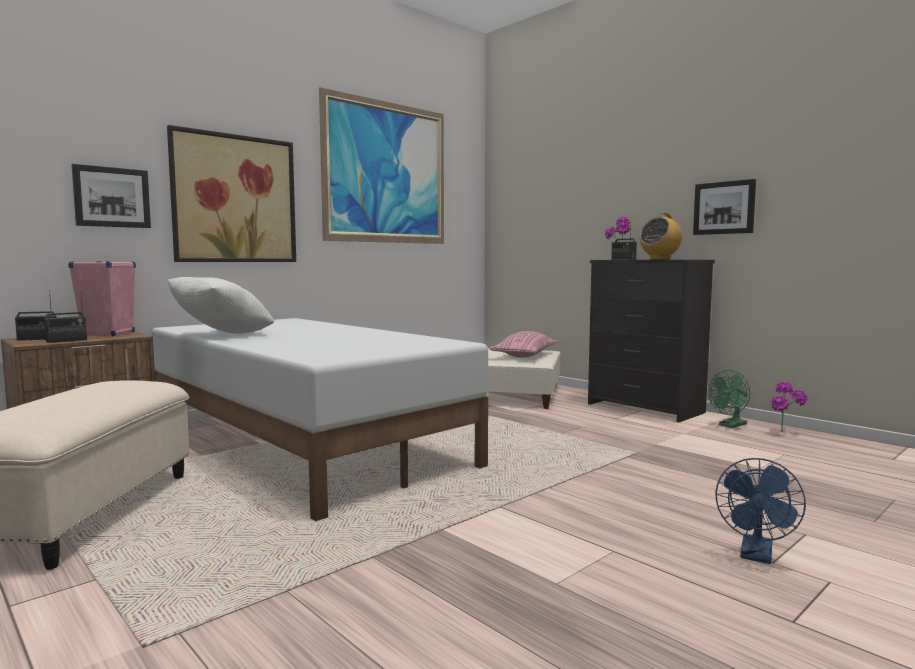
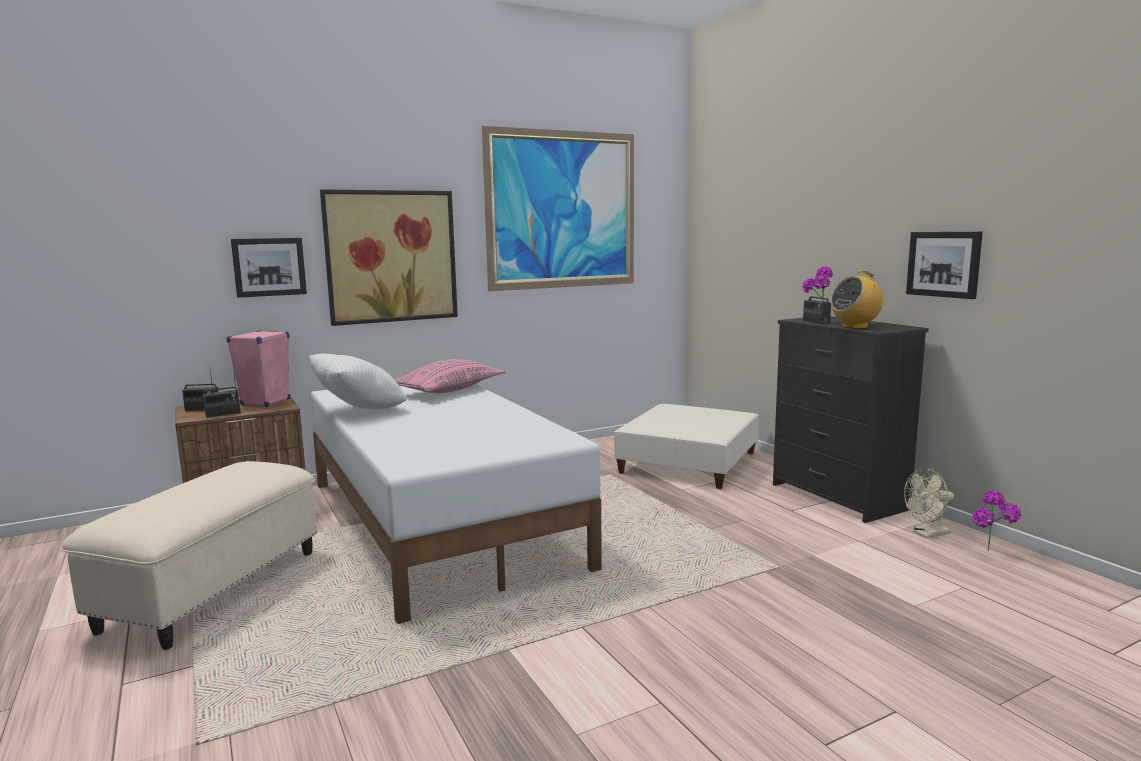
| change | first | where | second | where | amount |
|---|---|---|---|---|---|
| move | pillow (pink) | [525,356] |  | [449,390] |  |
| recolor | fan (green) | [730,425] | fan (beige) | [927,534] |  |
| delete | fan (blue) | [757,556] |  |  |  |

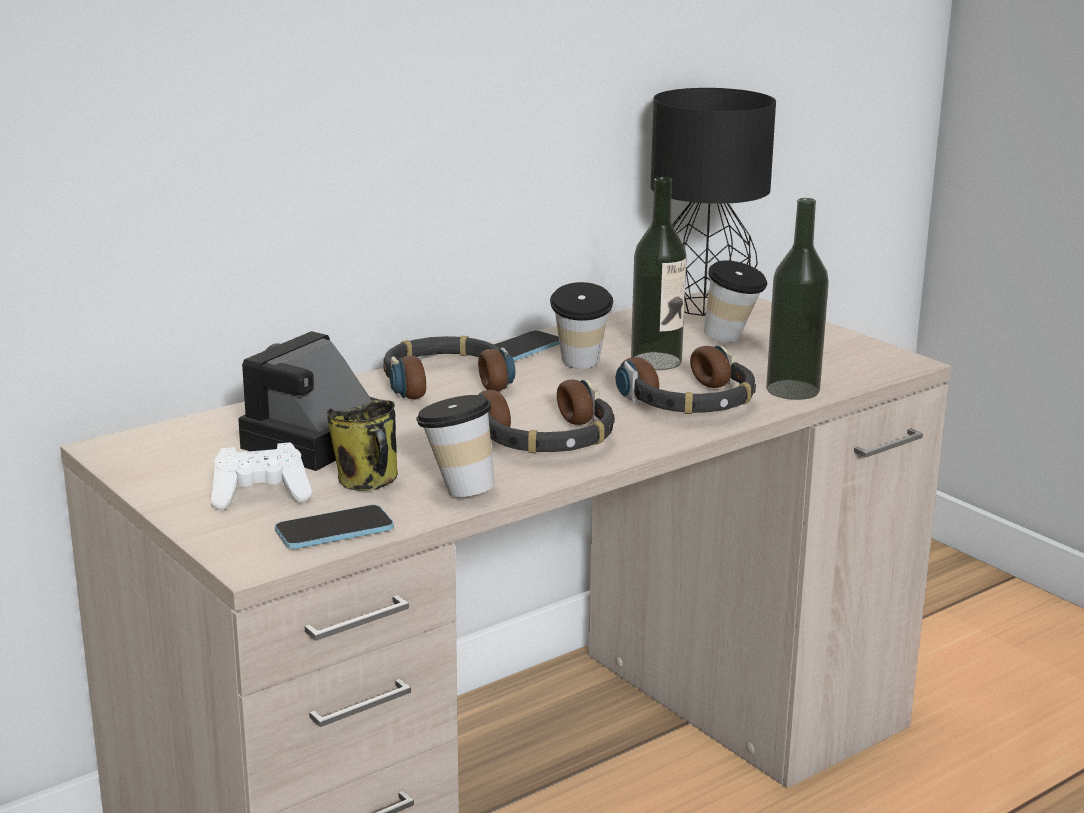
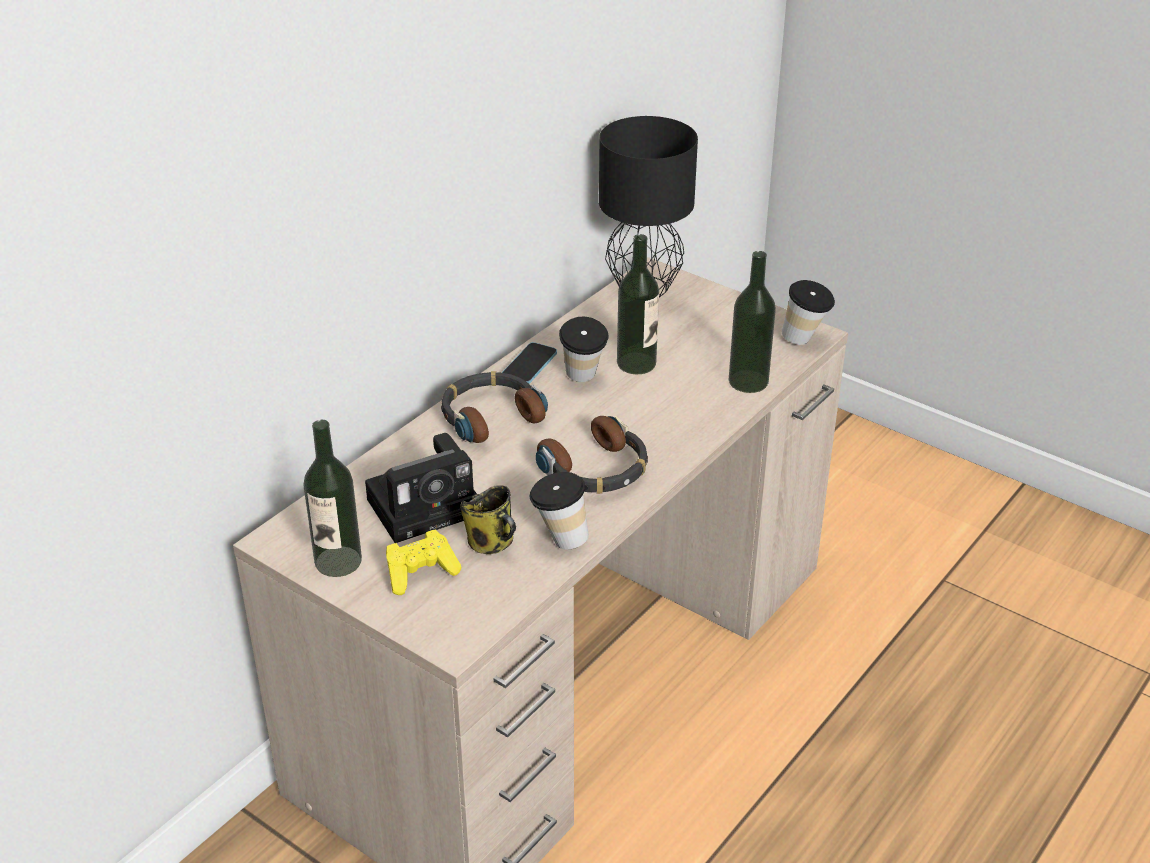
| change | first | where | second | where | amount |
|---|---|---|---|---|---|
| insert |  |  | bottle | [338,561] |  |
| rotate | photo camera | [313,442] |  | [427,505] | 135 degrees counterclockwise |
| recolor | game controller (white) | [261,496] | game controller (yellow) | [420,573] |  |
| move | cup | [732,340] |  | [805,340] |  |
| delete | phone | [334,530] |  |  |  |
| delete | headphones | [690,401] |  |  |  |

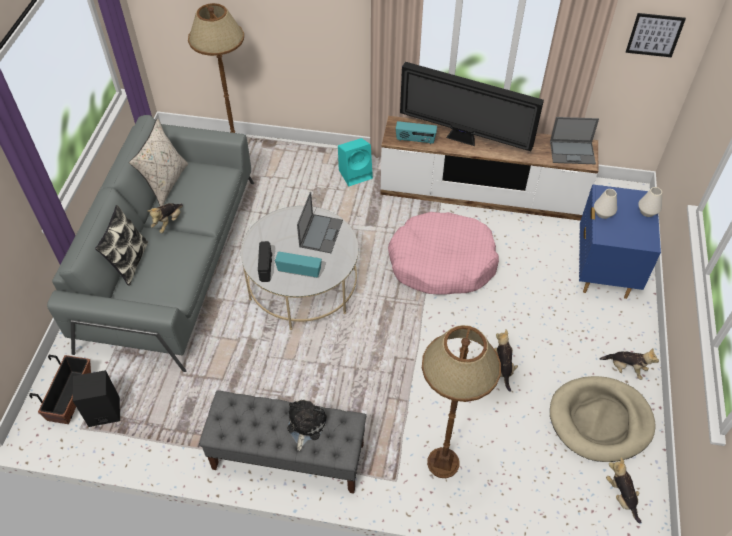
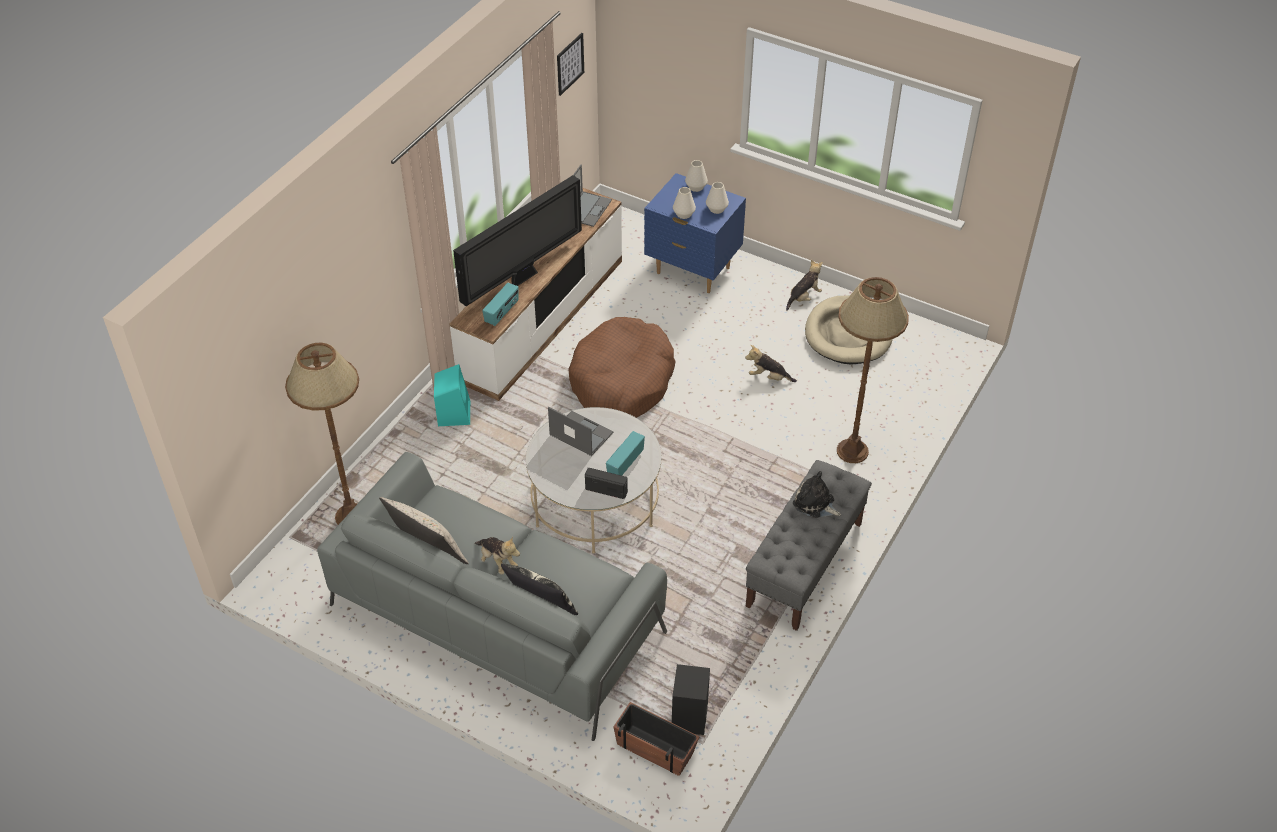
| change | first | where | second | where | amount |
|---|---|---|---|---|---|
| recolor | dog bed (pink) | [441,263] | dog bed (brown) | [622,381] |  |
| insert |  |  | vase (white) | [716,209] |  |
| delete | plush toy | [621,496] |  |  |  |

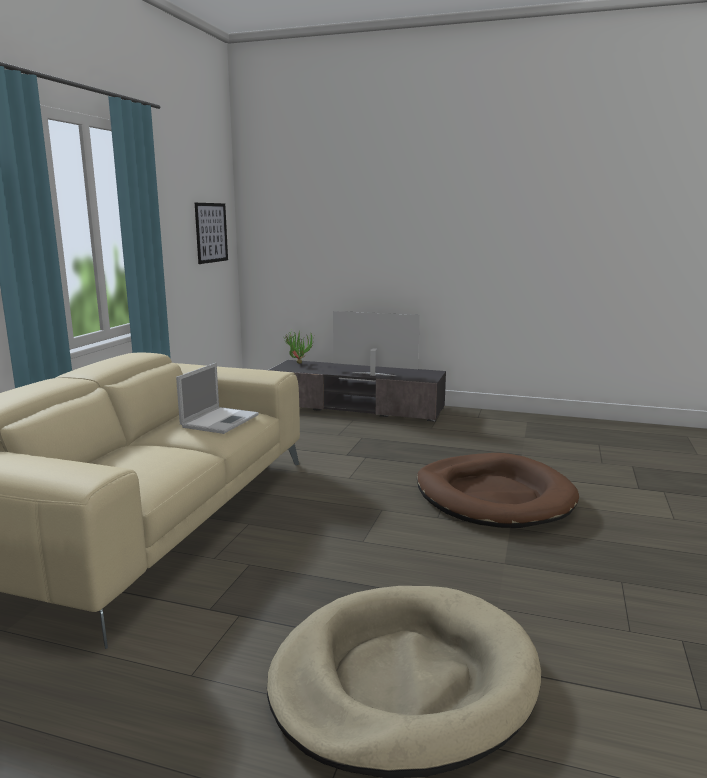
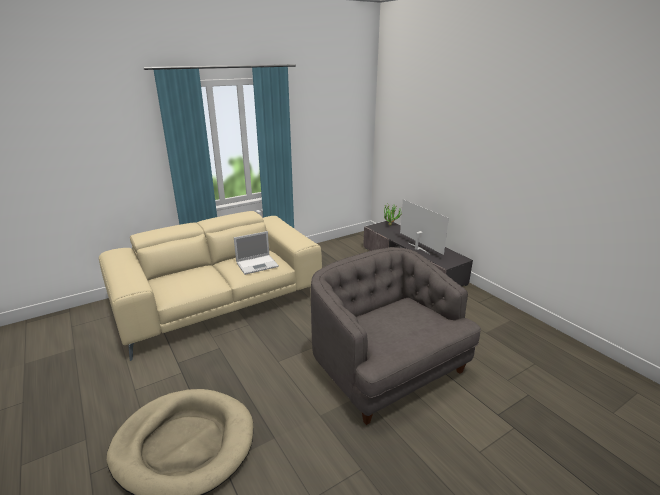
| change | first | where | second | where | amount |
|---|---|---|---|---|---|
| replace | dog bed (brown) | [493,496] | armchair (grey) | [386,368] |  |
| delete | picture | [211,232] |  |  |  |

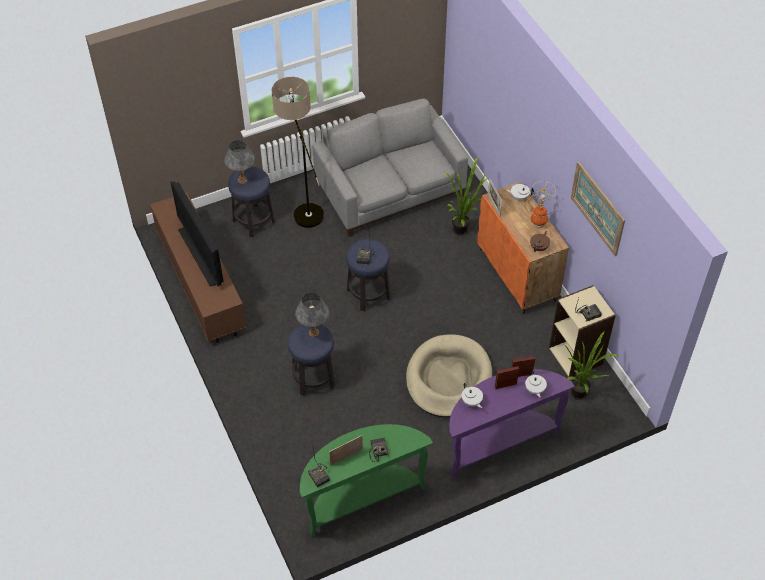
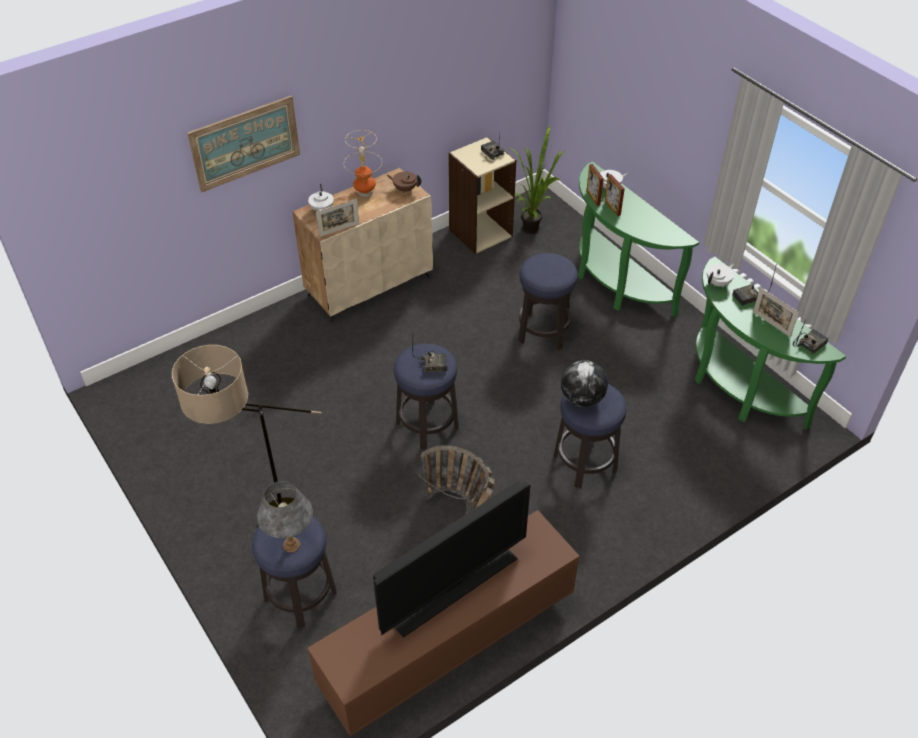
| change | first | where | second | where | amount |
|---|---|---|---|---|---|
| move | picture | [597,208] |  | [245,143] |  |
| recolor | cabinet (orange) | [517,275] | cabinet (beige) | [369,286] |  |
| insert |  |  | basket | [461,510] |  |
| replace | dog bed (beige) | [448,378] | stool | [543,331] |  |
| replace | table lamp (grey) | [313,332] | globe | [582,399] |  |
| recolor | console table (purple) | [499,442] | console table (green) | [615,283] |  |
| move | teapot (white) | [471,402] |  | [718,283] |  |
| delete | sofa (grey) | [390,189] |  |  |  |
| delete | potted plant | [463,228] |  |  |  |

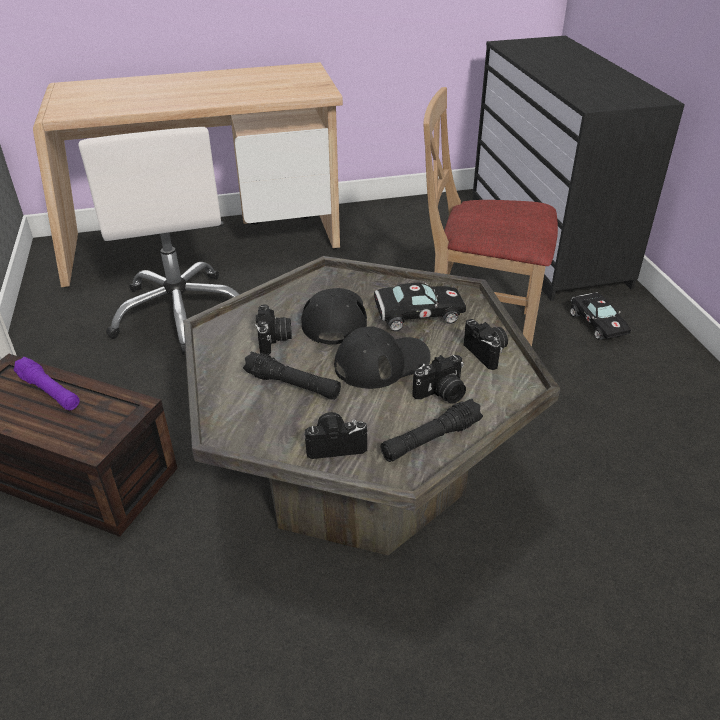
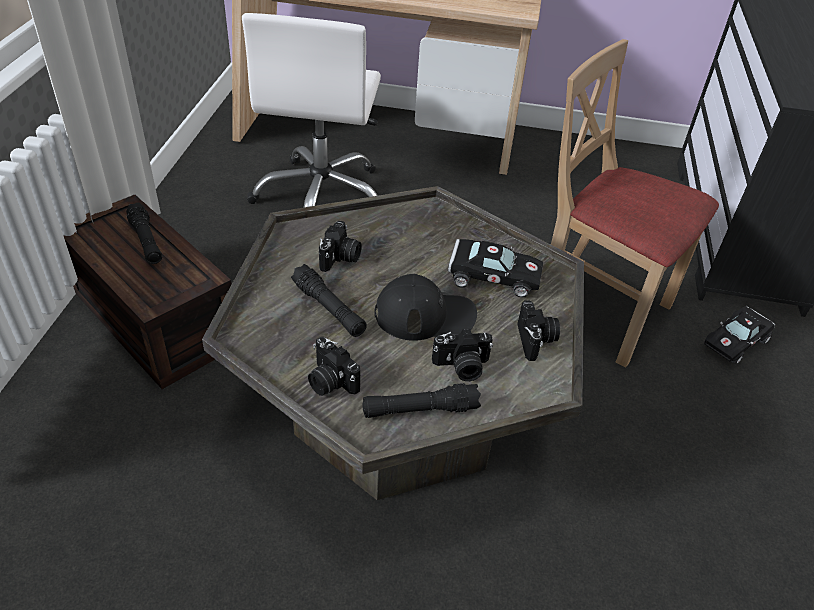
| change | first | where | second | where | amount |
|---|---|---|---|---|---|
| recolor | flashlight (purple) | [49,391] | flashlight (black) | [146,241] |  |
| rotate | photo camera | [335,444] |  | [330,381] | 150 degrees counterclockwise |
| rotate | toy car (black) | [596,323] |  | [736,341] | 45 degrees clockwise |
| delete | cap (black) | [335,318] |  |  |  |

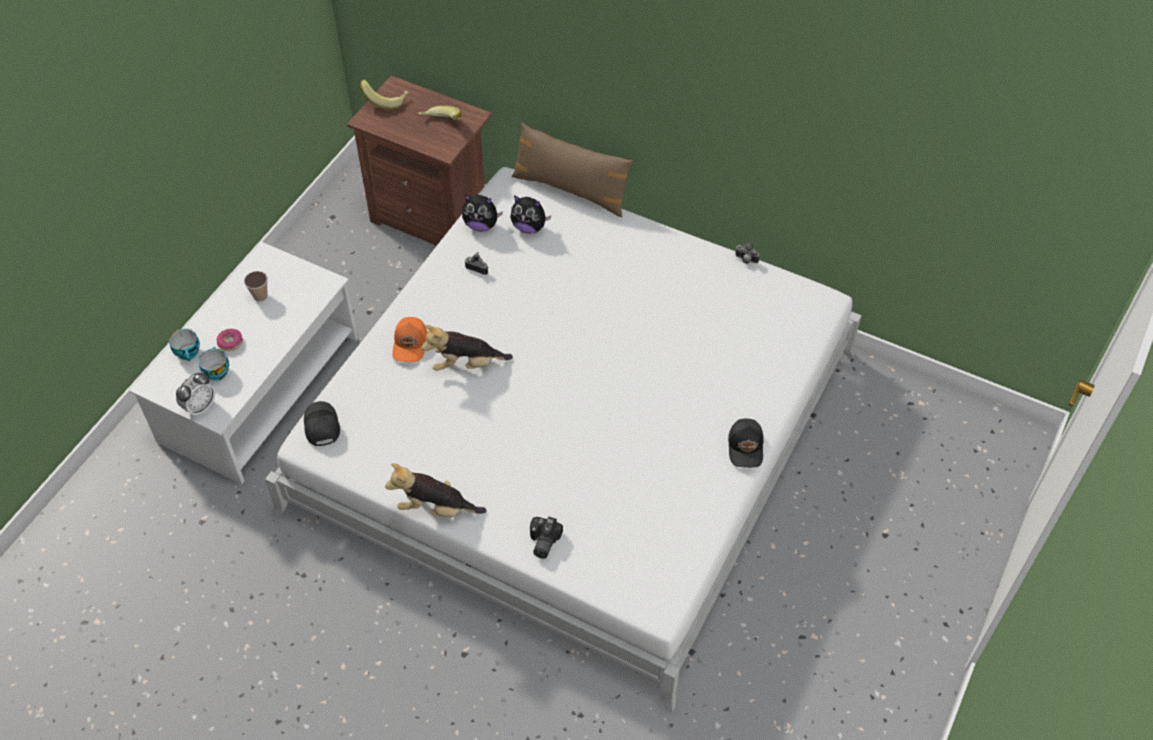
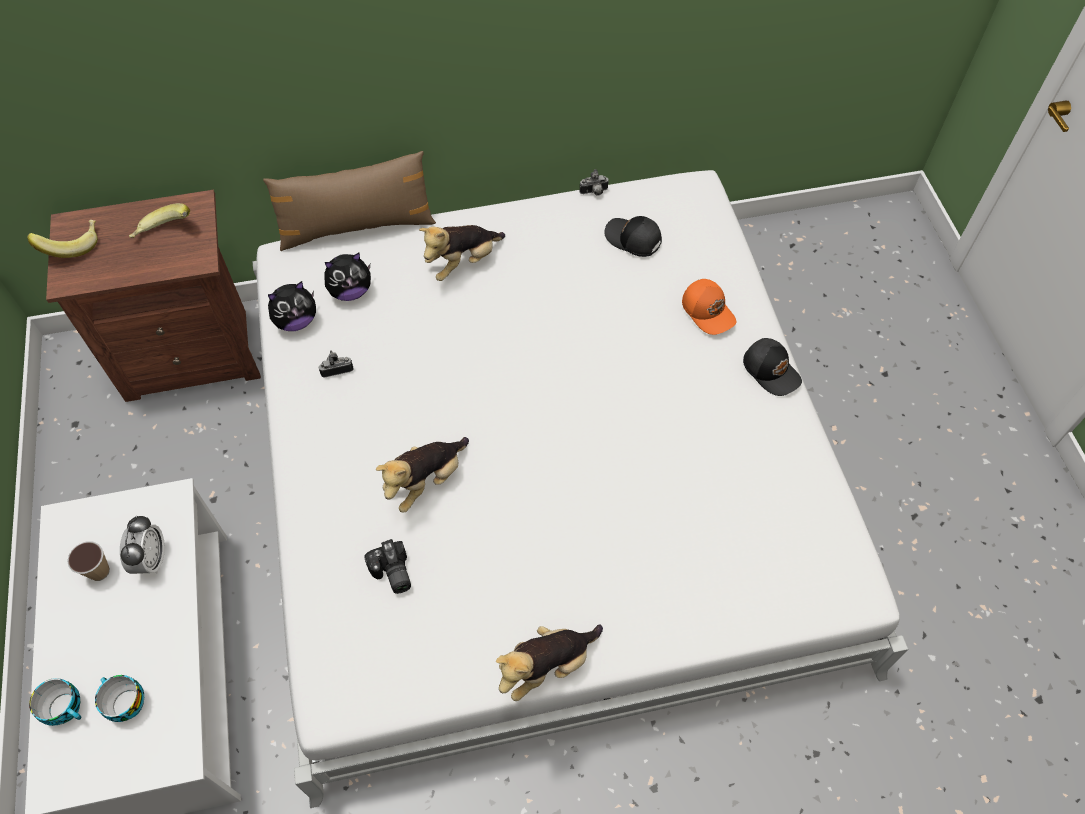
| change | first | where | second | where | amount |
|---|---|---|---|---|---|
| move | alarm clock | [200,407] |  | [151,559] |  |
| move | photo camera | [542,542] |  | [391,574] |  |
| insert |  |  | plush toy | [463,262] |  |
| move | cap (black) | [321,426] |  | [633,240] |  |
| move | cap (orange) | [411,344] |  | [708,311] |  |
| delete | donut | [230,342] |  |  |  |

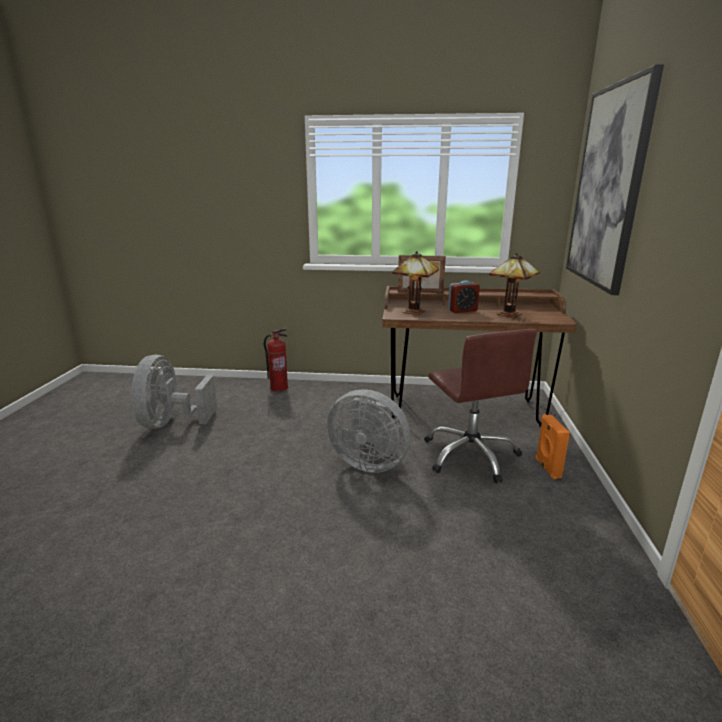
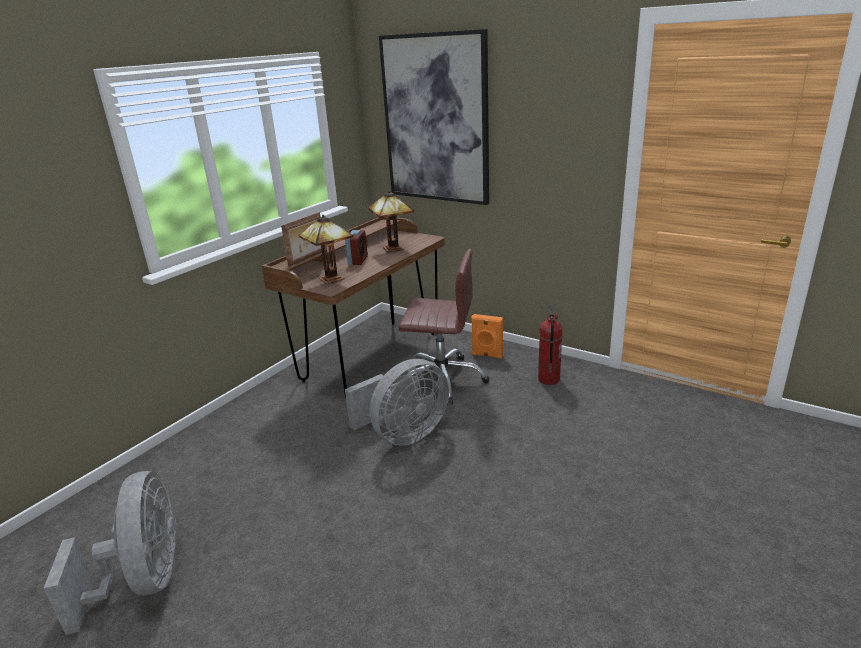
| change | first | where | second | where | amount |
|---|---|---|---|---|---|
| rotate | fan (grey) | [171,423] |  | [145,580] | 135 degrees counterclockwise |
| move | fire extinguisher | [279,388] |  | [548,379] |  |

